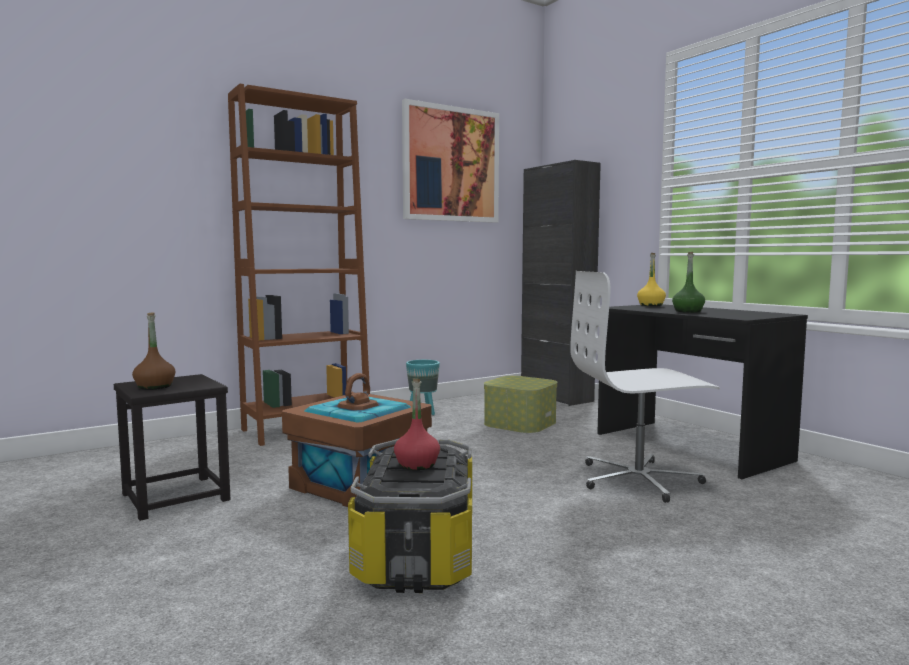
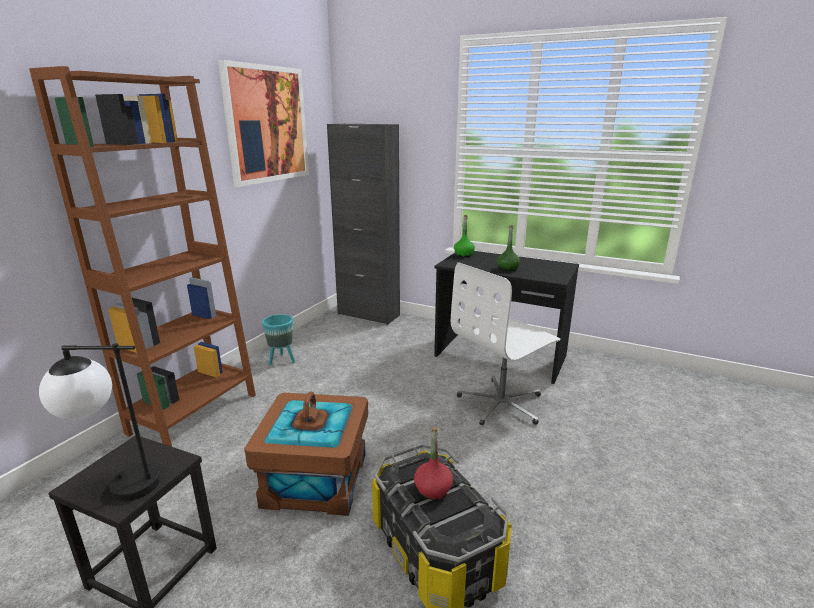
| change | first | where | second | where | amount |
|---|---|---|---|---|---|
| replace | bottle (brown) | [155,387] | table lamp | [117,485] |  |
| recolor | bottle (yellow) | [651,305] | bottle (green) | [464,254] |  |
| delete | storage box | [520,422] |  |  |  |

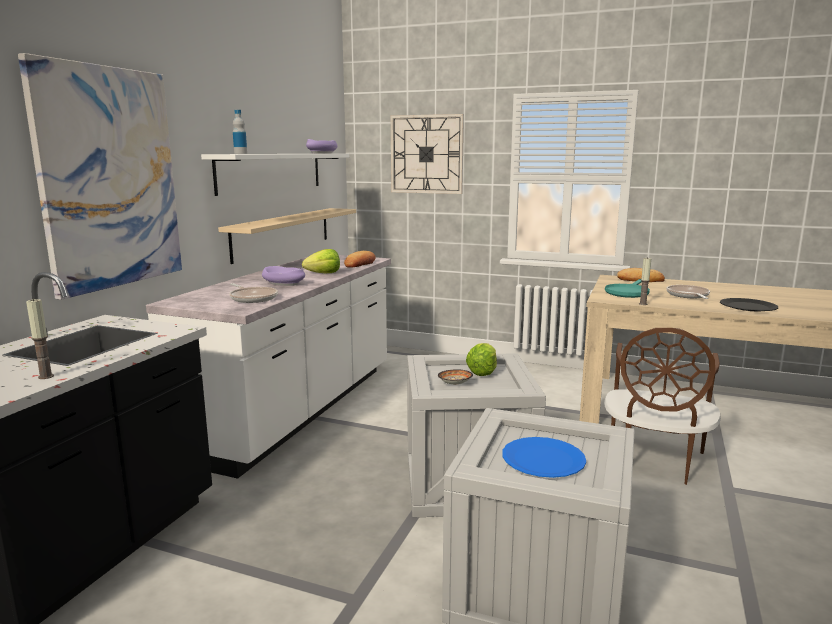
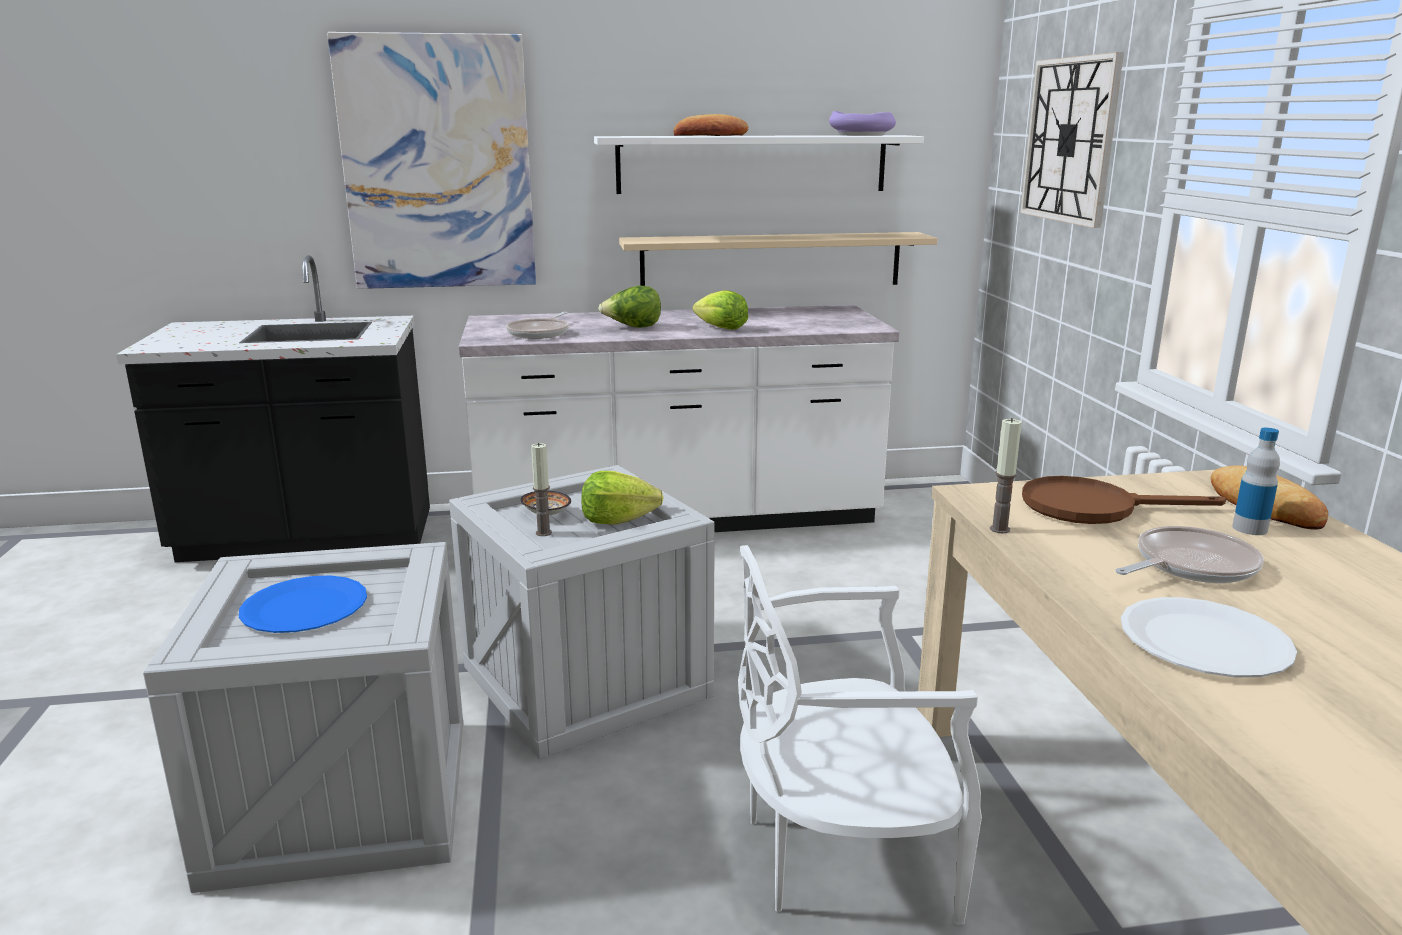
| change | first | where | second | where | amount |
|---|---|---|---|---|---|
| move | candle | [46,376] |  | [543,533] |  |
| replace | bowl (purple) | [284,283] | lettuce | [633,327] |  |
| move | bread | [360,264] |  | [710,135] |  |
| recolor | chair (brown) | [654,461] | chair (white) | [840,855] |  |
| recolor | frying pan (turquoise) | [628,292] | frying pan (brown) | [1093,507] |  |
| recolor | plate (black) | [748,306] | plate (white) | [1204,641] |  |
| move | bottle | [240,153] |  | [1249,528] |  |

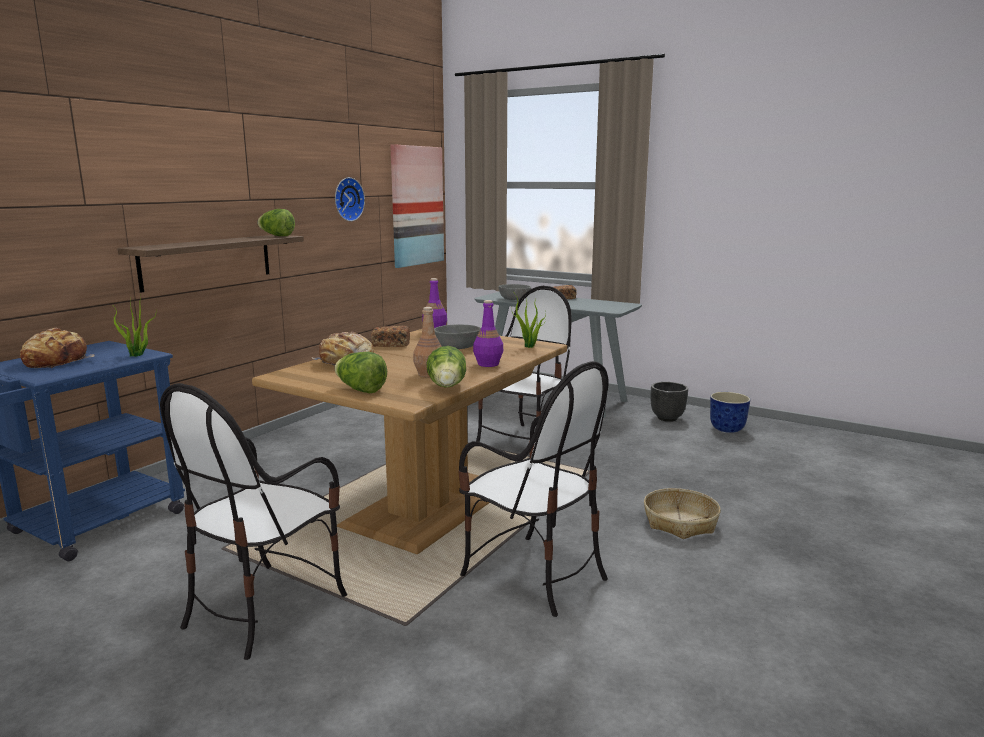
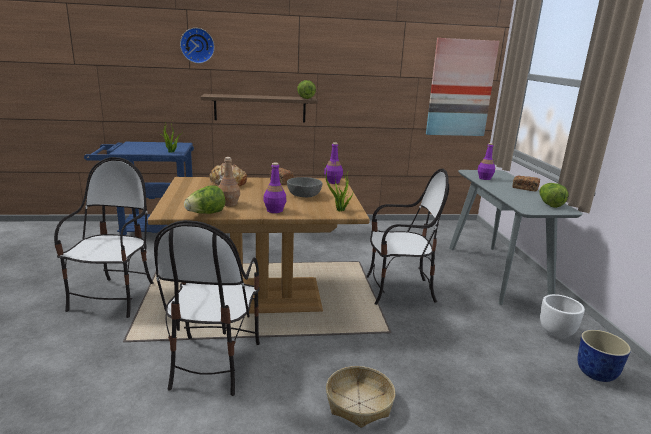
| change | first | where | second | where | amount |
|---|---|---|---|---|---|
| rotate | chair | [265,608] |  | [114,298] | 105 degrees clockwise |
| move | wall clock | [347,199] |  | [197,45] |  |
| replace | bowl (grey) | [514,299] | bottle (purple) | [484,178] |  |
| move | lettuce | [360,390] |  | [549,204] |  |
| recolor | planter (black) | [667,418] | planter (white) | [556,334] |  |
| delete | bread | [57,361] |  |  |  |

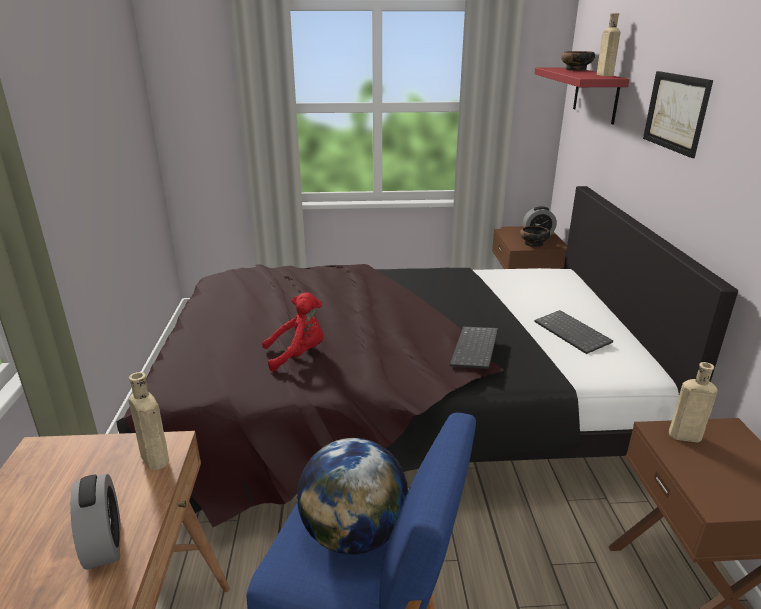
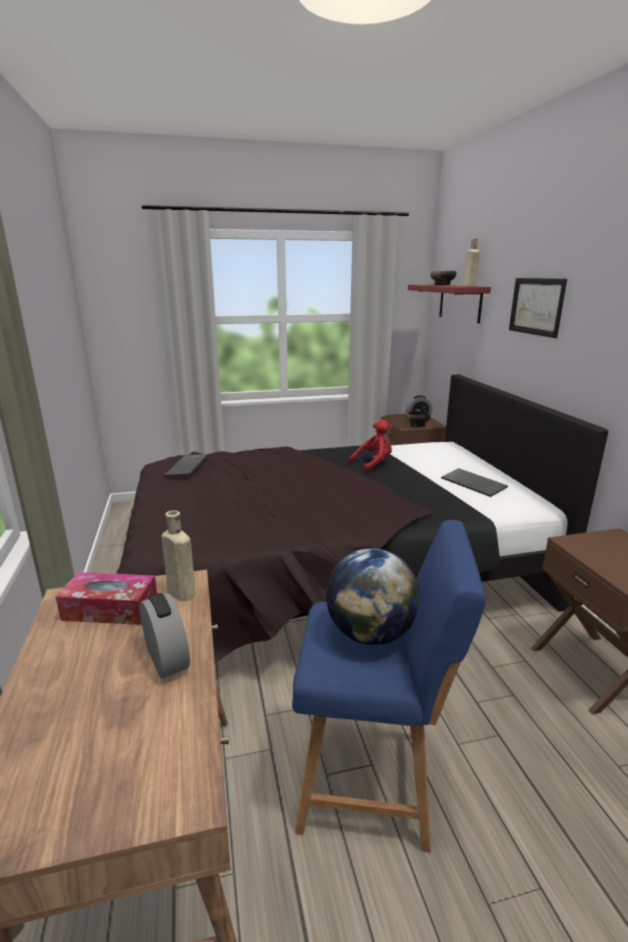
| change | first | where | second | where | amount |
|---|---|---|---|---|---|
| insert |  |  | tissue box | [110,609] |  |
| move | keyboard | [476,349] |  | [188,467] |  |
| move | plush toy (red) | [298,355] |  | [374,464] |  |
| delete | bottle (beige) | [682,435] |  |  |  |

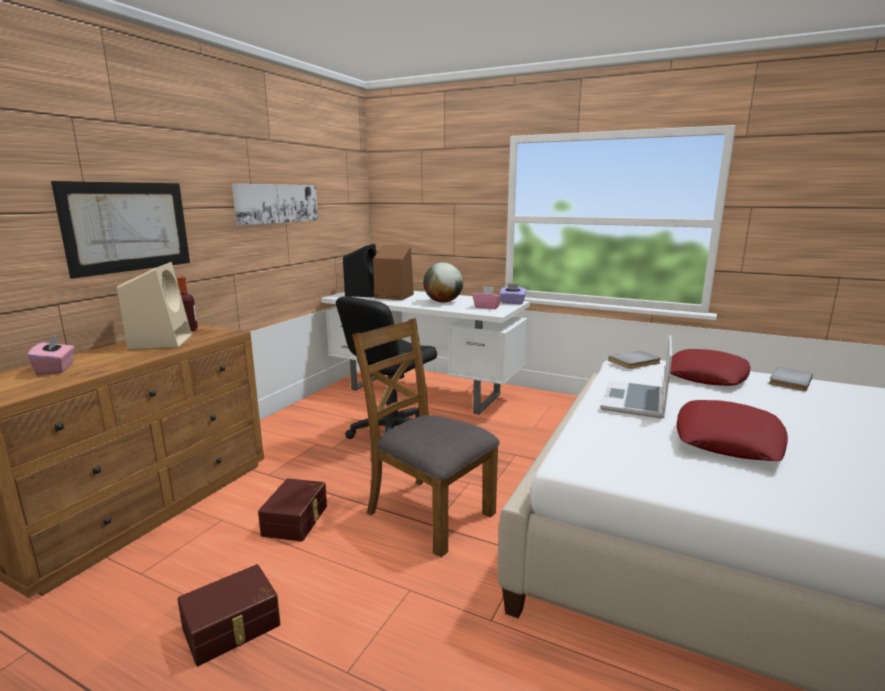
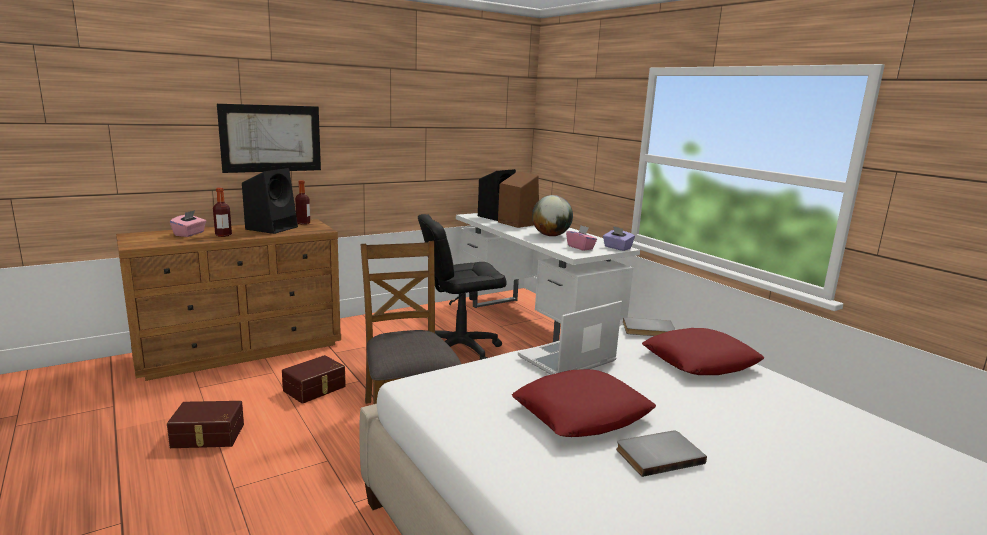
| change | first | where | second | where | amount |
|---|---|---|---|---|---|
| insert |  |  | bottle | [223,235] |  |
| recolor | speaker (beige) | [161,341] | speaker (black) | [272,228] |  |
| move | book (grey) | [788,381] |  | [657,454] |  |
| delete | picture | [277,203] |  |  |  |

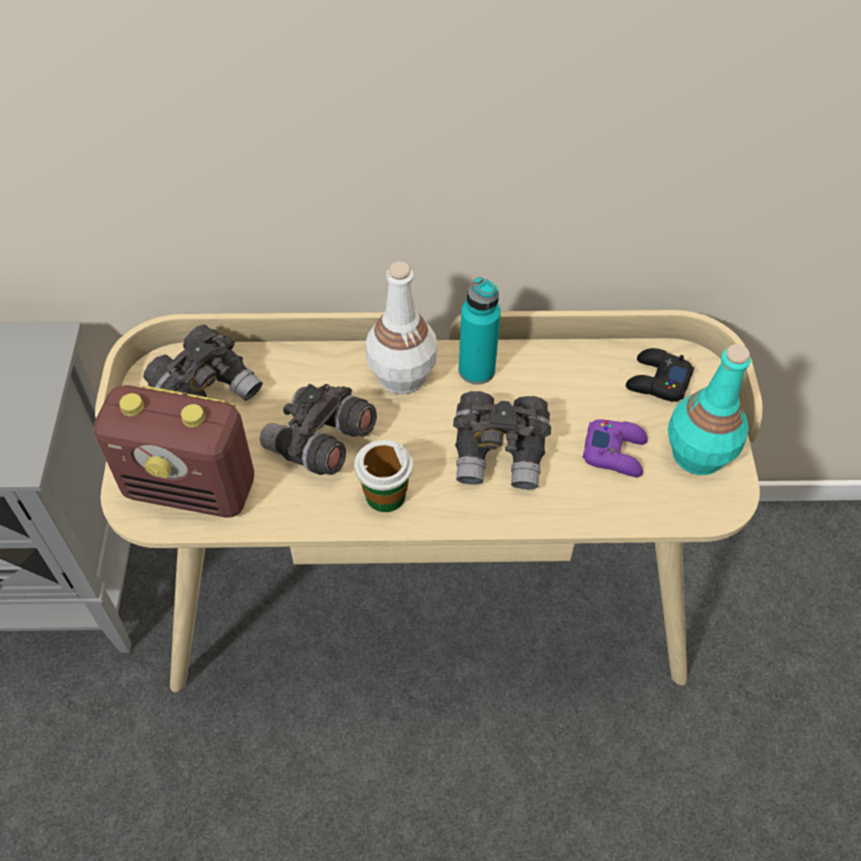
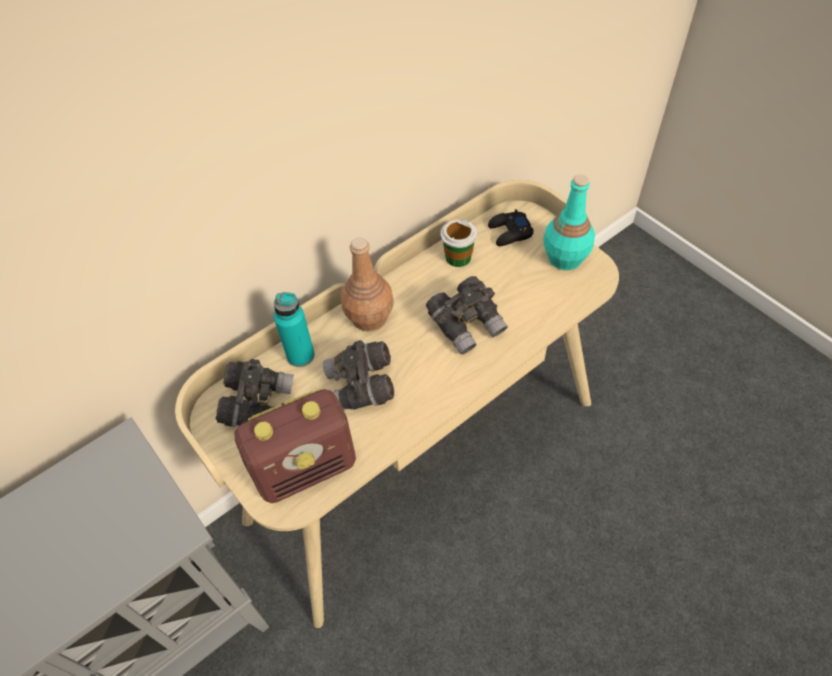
| change | first | where | second | where | amount |
|---|---|---|---|---|---|
| move | bottle (turquoise) | [476,370] |  | [300,355] |  |
| recolor | bottle (white) | [401,375] | bottle (brown) | [369,318] |  |
| move | cup | [385,495] |  | [458,257] |  |
| delete | game controller (purple) | [615,452] |  |  |  |

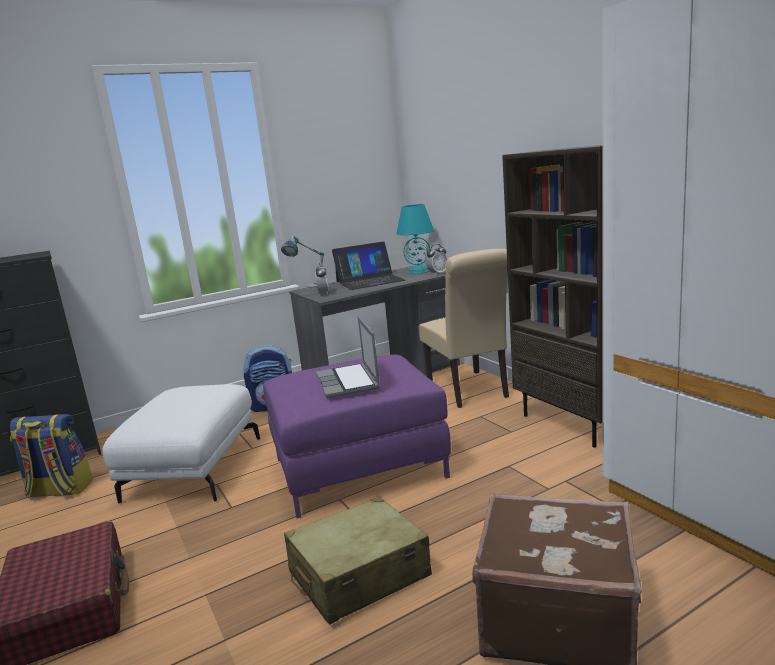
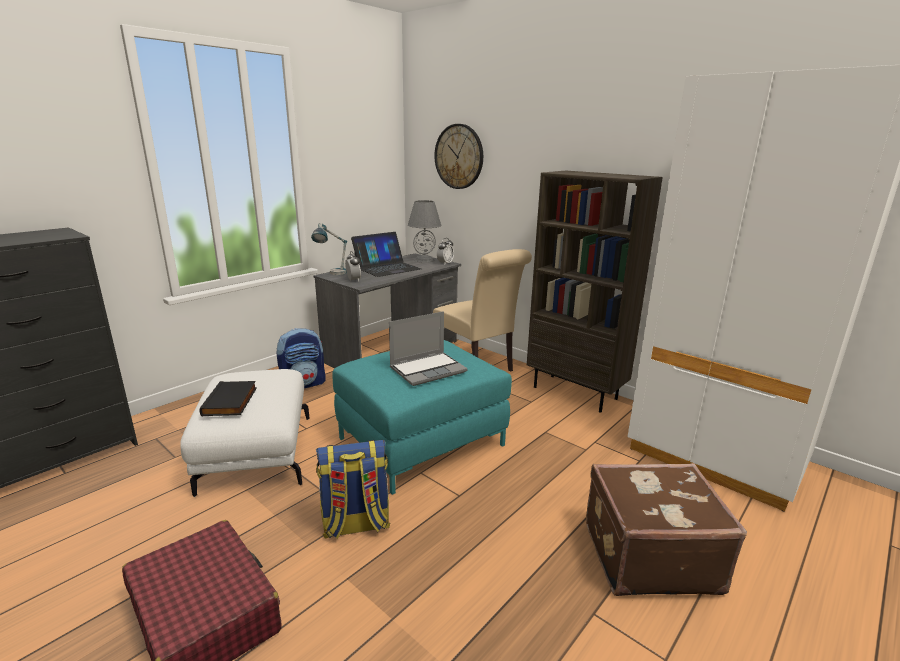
| change | first | where | second | where | amount |
|---|---|---|---|---|---|
| insert |  |  | book (black) | [231,401] |  |
| move | backpack | [59,490] |  | [355,525] |  |
| recolor | ottoman (purple) | [359,467] | ottoman (turquoise) | [422,441] |  |
| rotate | laptop | [349,382] |  | [428,369] | 90 degrees counterclockwise |
| recolor | table lamp (turquoise) | [418,271] | table lamp (grey) | [424,260] |  |
| insert |  |  | wall clock | [459,156] |  |
| delete | suitcase (beige) | [358,575] |  |  |  |

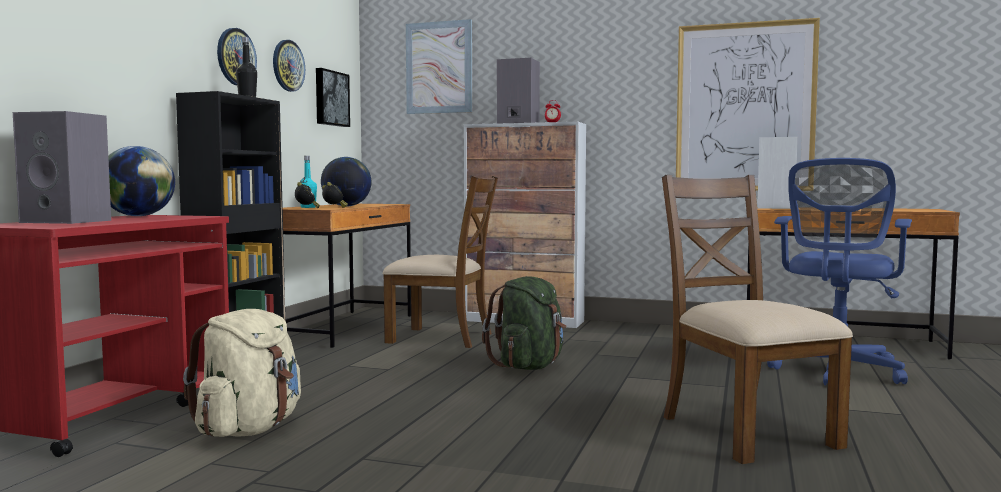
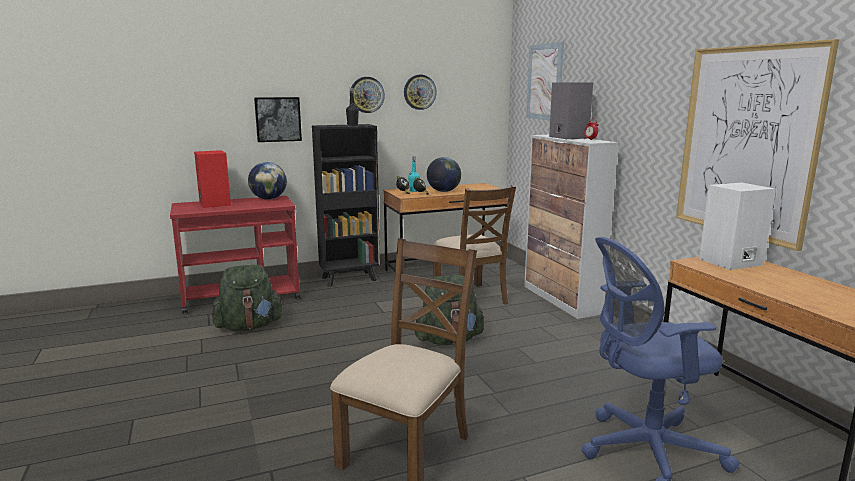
| change | first | where | second | where | amount |
|---|---|---|---|---|---|
| recolor | speaker (grey) | [69,221] | speaker (red) | [216,204] |  |
| recolor | backpack (beige) | [249,429] | backpack (green) | [249,327] |  |
| move | picture | [330,98] |  | [278,119] |  |

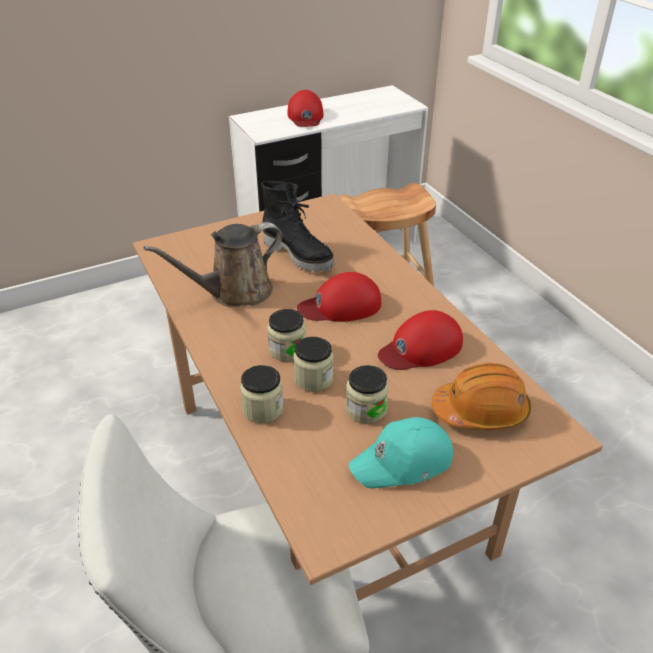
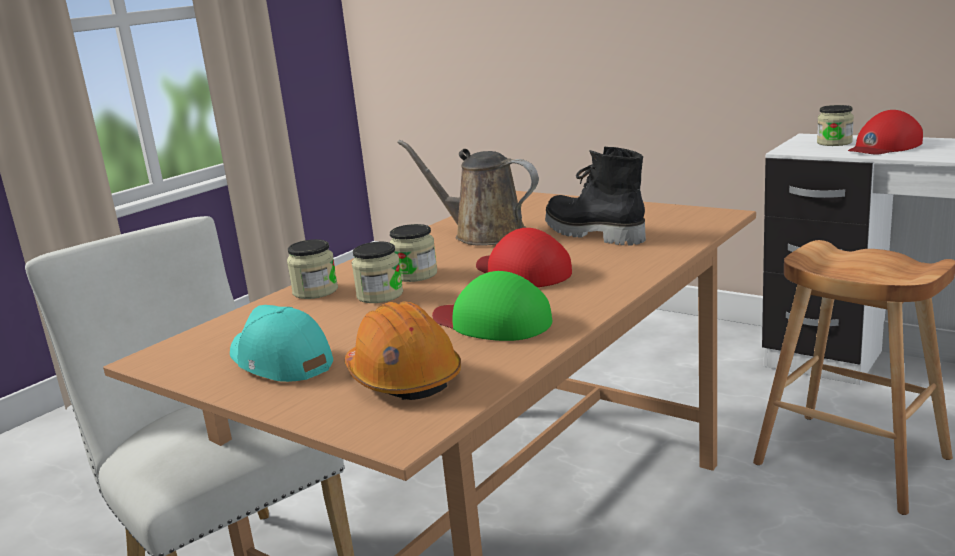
| change | first | where | second | where | amount |
|---|---|---|---|---|---|
| recolor | cap (red) | [421,348] | cap (green) | [492,322] |  |
| rotate | boot (black) | [299,254] |  | [591,234] | 120 degrees clockwise |
| move | jar | [366,409] |  | [834,143] |  |

